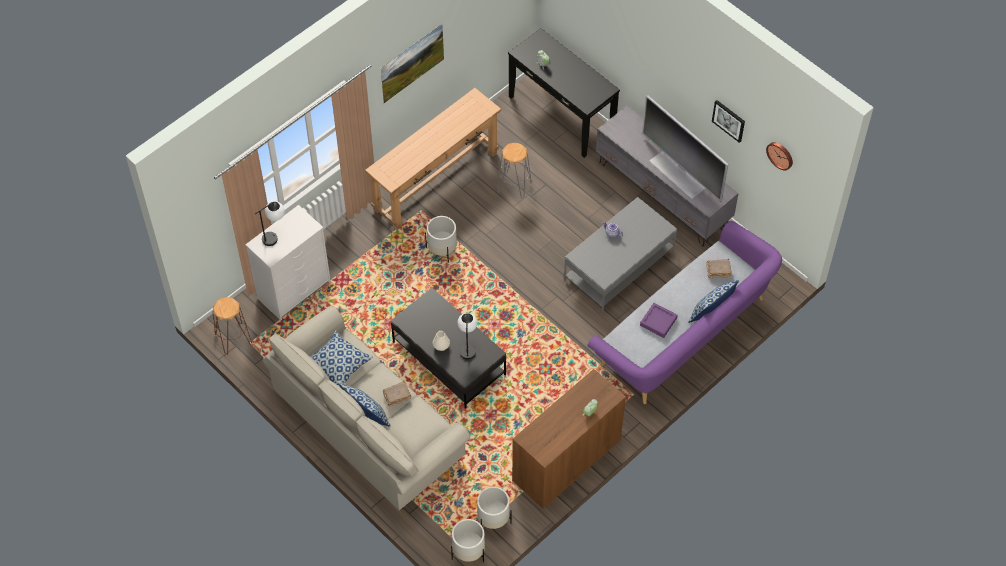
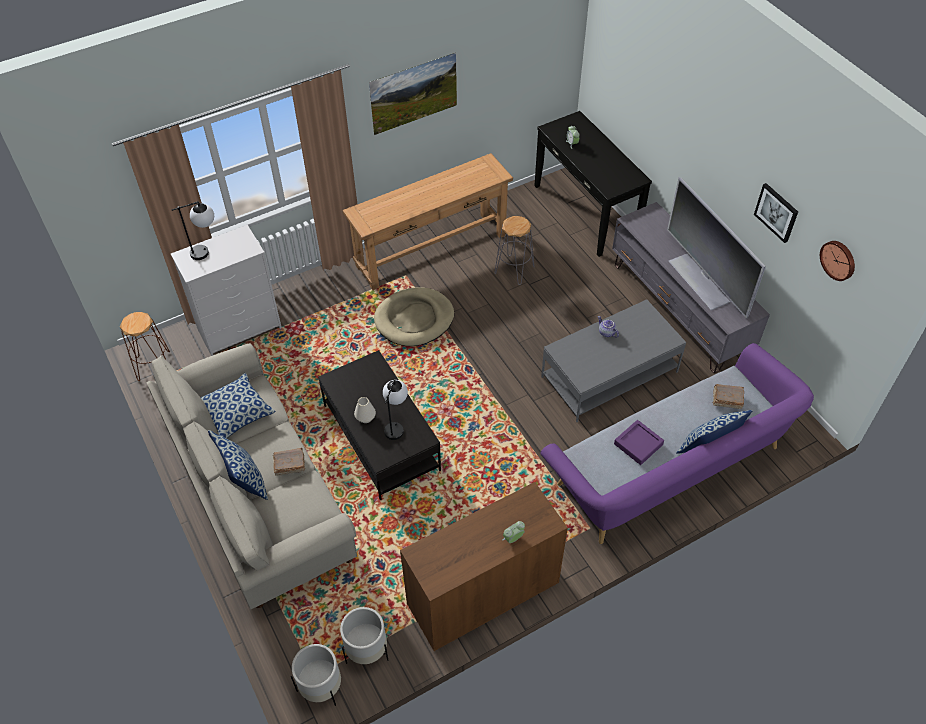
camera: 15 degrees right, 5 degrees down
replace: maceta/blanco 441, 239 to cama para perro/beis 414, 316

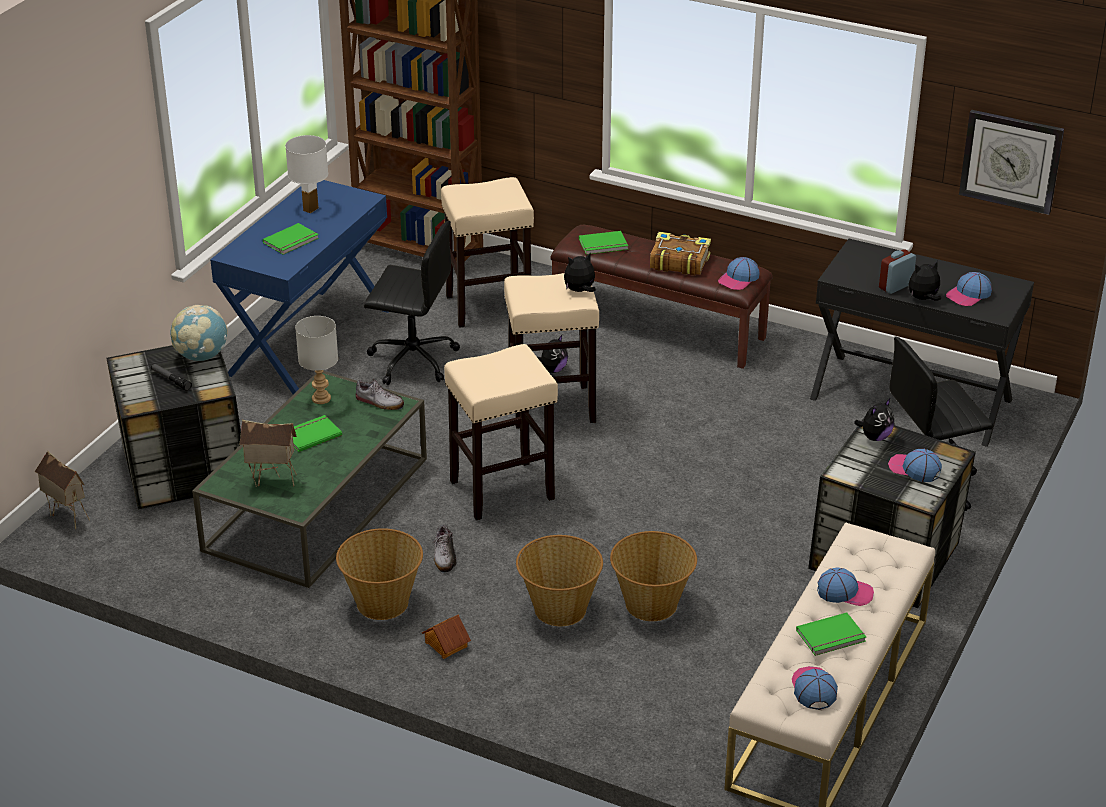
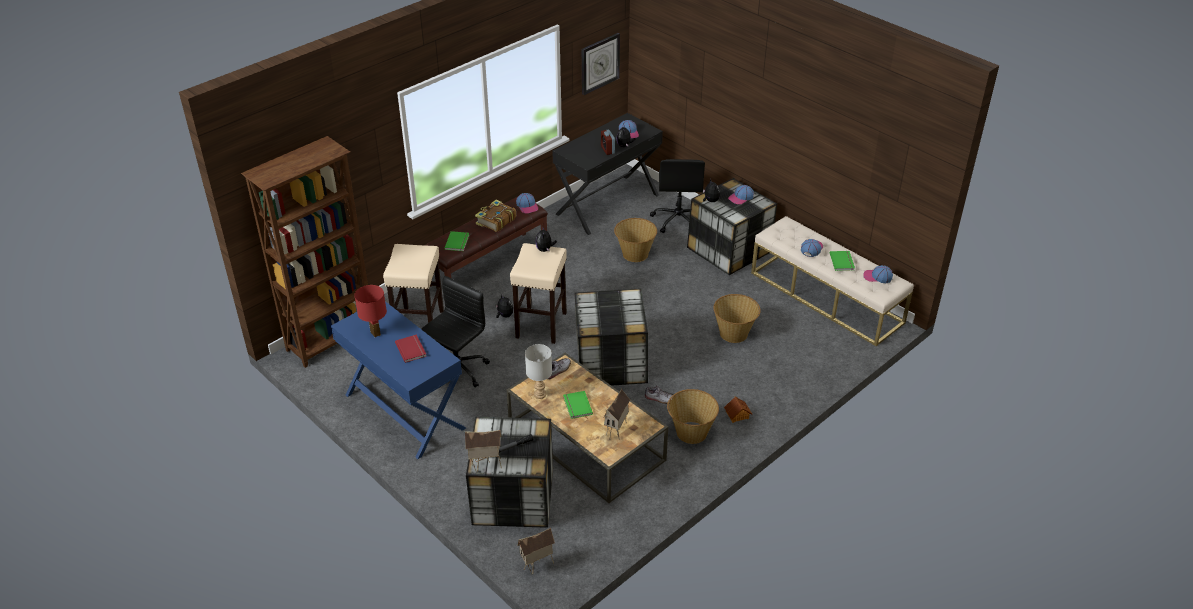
camera: 70 degrees left, 5 degrees up
delete: globo terráqueo 199, 333
insert: casita 483, 451
move: cesta 559, 580 to 635, 240
replace: taburete/beis 501, 432 to caja de almacenaje 611, 337
recolor: lámpara de mesa/blanco 306, 174 to lámpara de mesa/rojo 370, 311; libro/verde 291, 239 to libro/rojo 410, 349; mesa de centro/verde 309, 479 to mesa de centro/marrón 587, 428

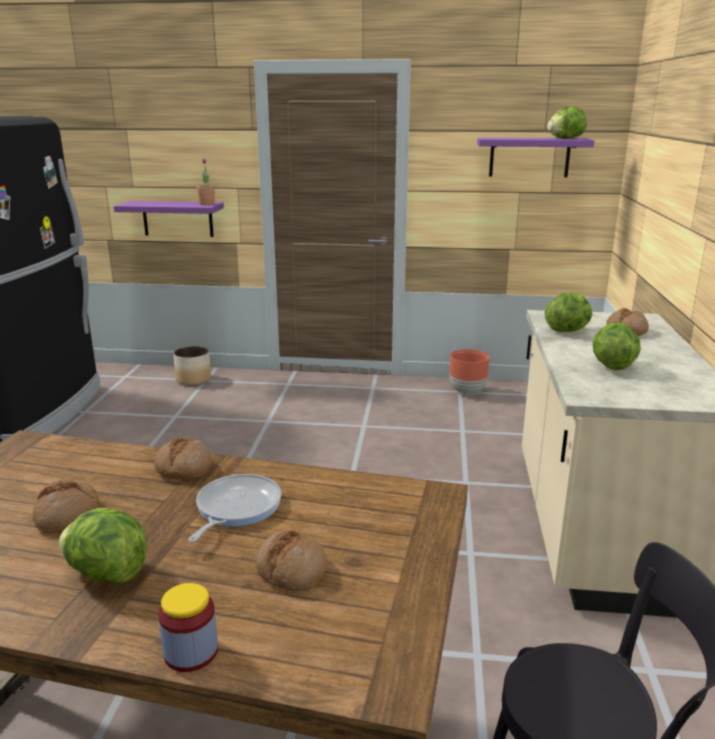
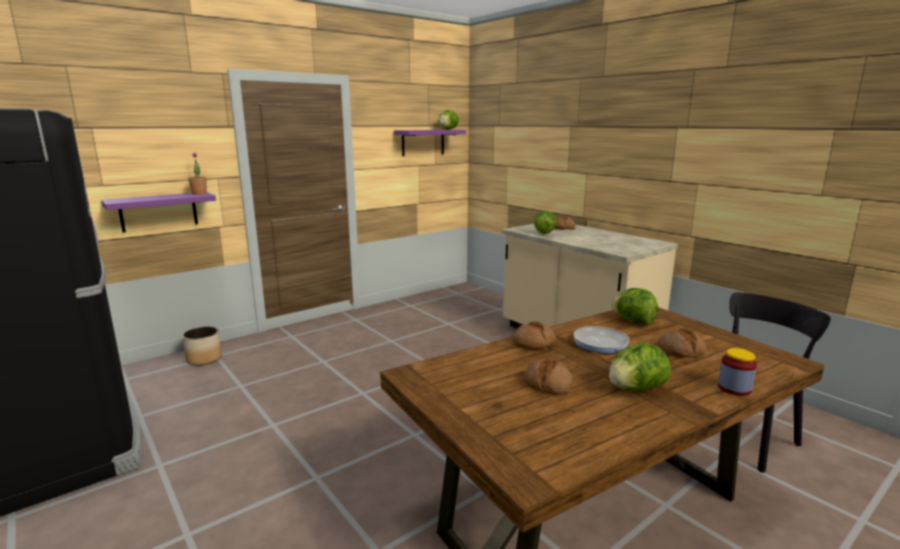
camera: 45 degrees left, 5 degrees down
delete: maceta/marrón 470, 372
move: lechuga 617, 346 to 634, 306

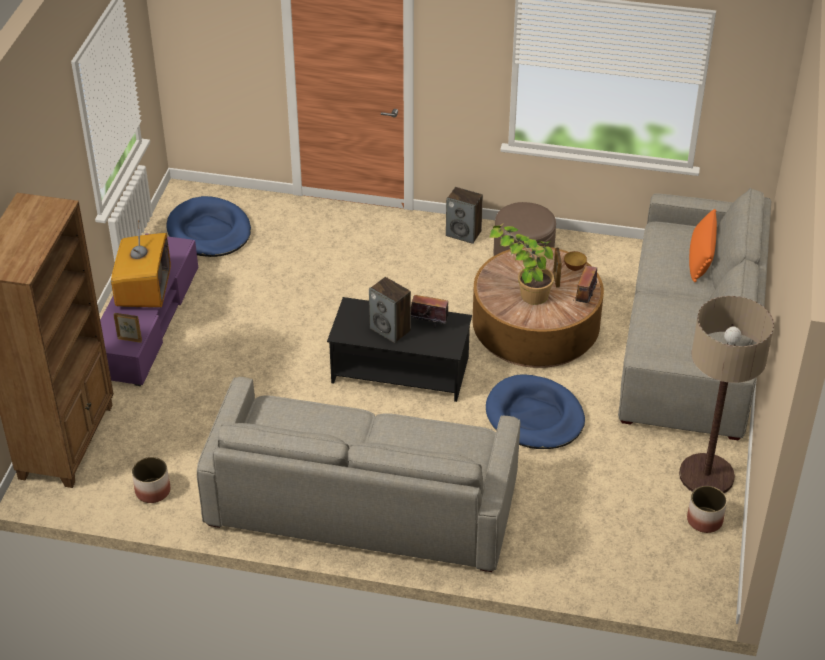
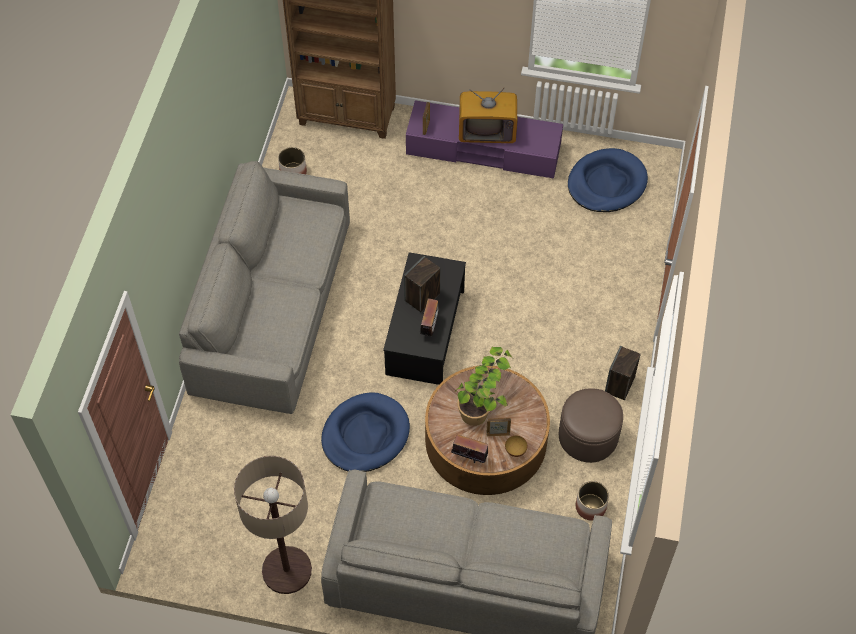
camera: 90 degrees right, 15 degrees up
delete: cojín/naranja 703, 245
move: maceta 707, 509 to 592, 500

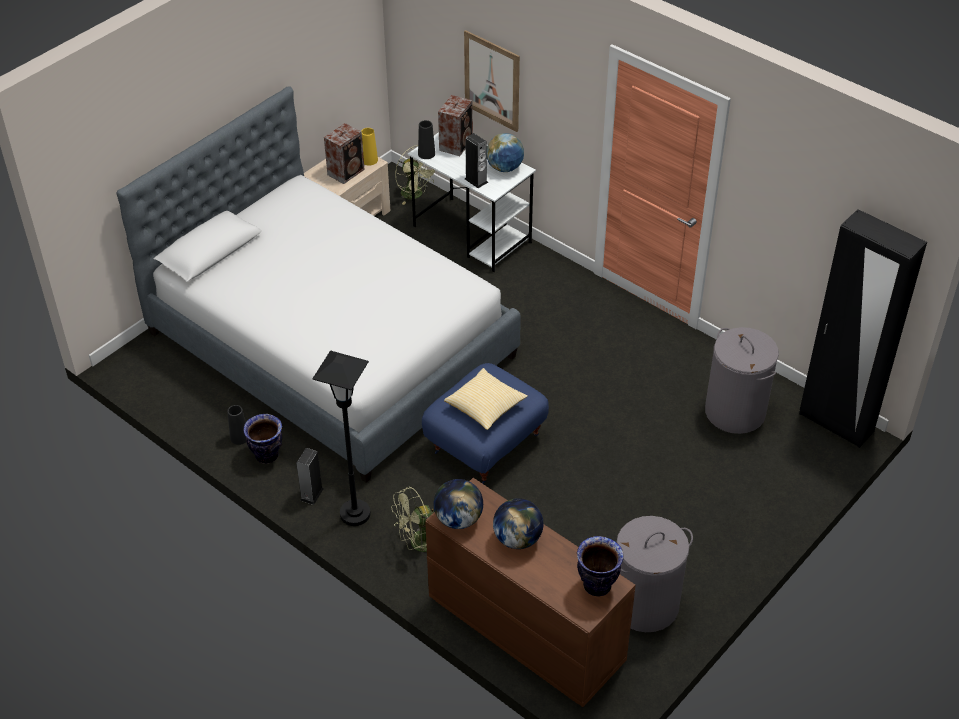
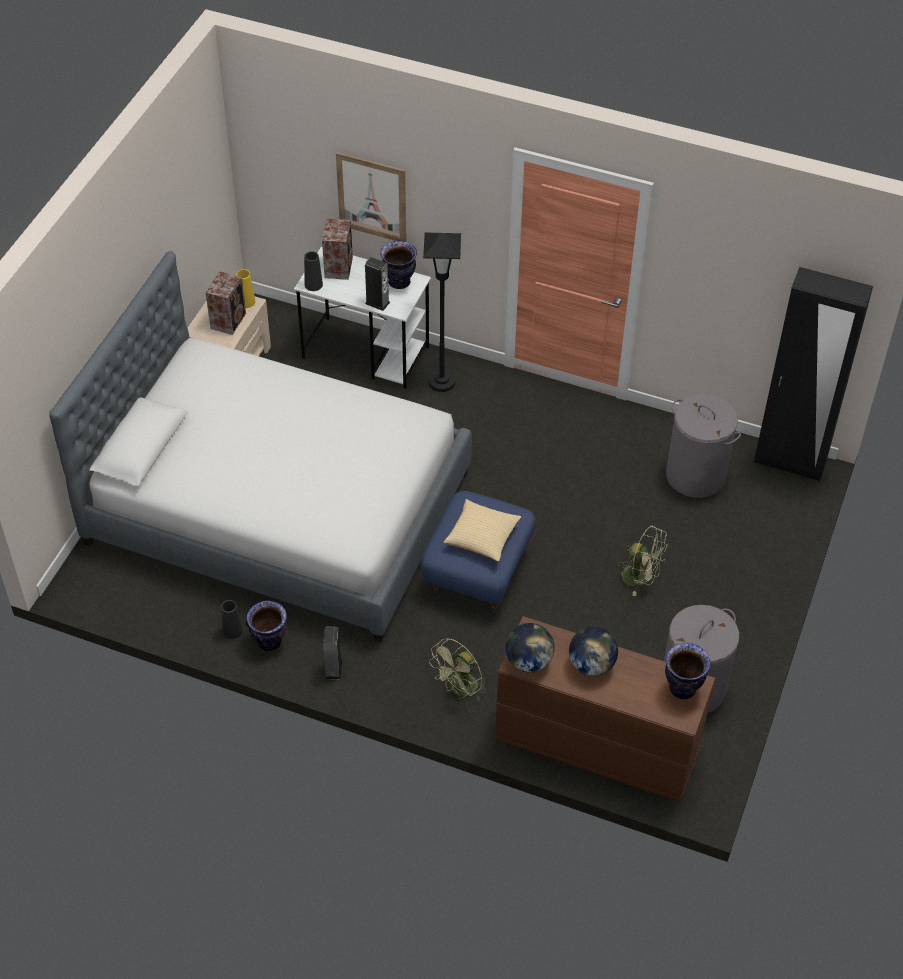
camera: 20 degrees left, 5 degrees up
move: lámpara de pie/negro 341, 438 to 442, 312; ventilador/verde 415, 175 to 643, 560
replace: globo terráqueo 505, 152 to florero 398, 265

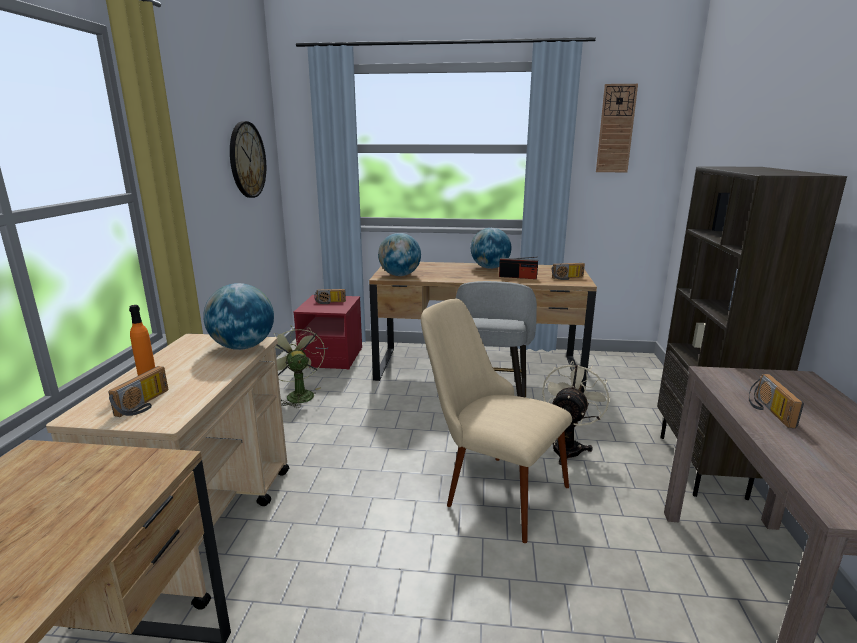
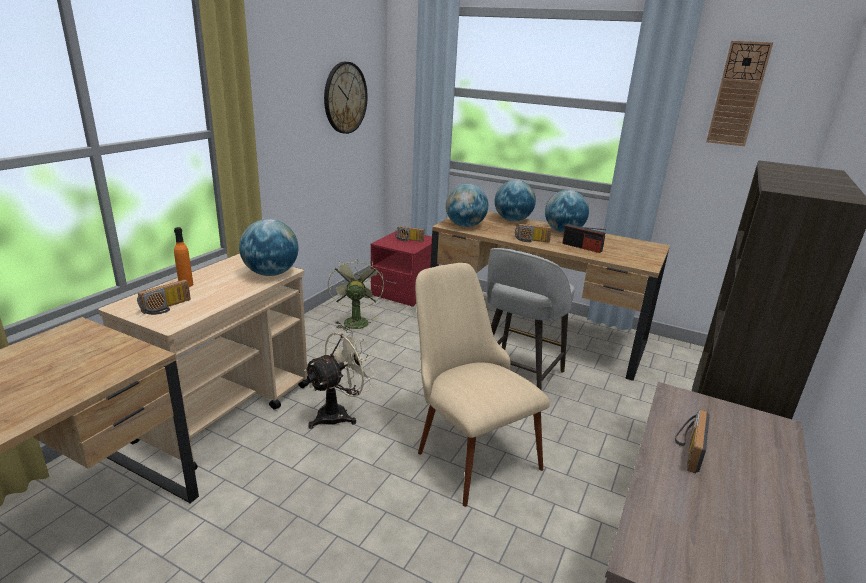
camera: 20 degrees right, 5 degrees up
insert: globo terráqueo 515, 200
move: ventilador/beis 576, 412 to 340, 379; radio 568, 271 to 533, 233

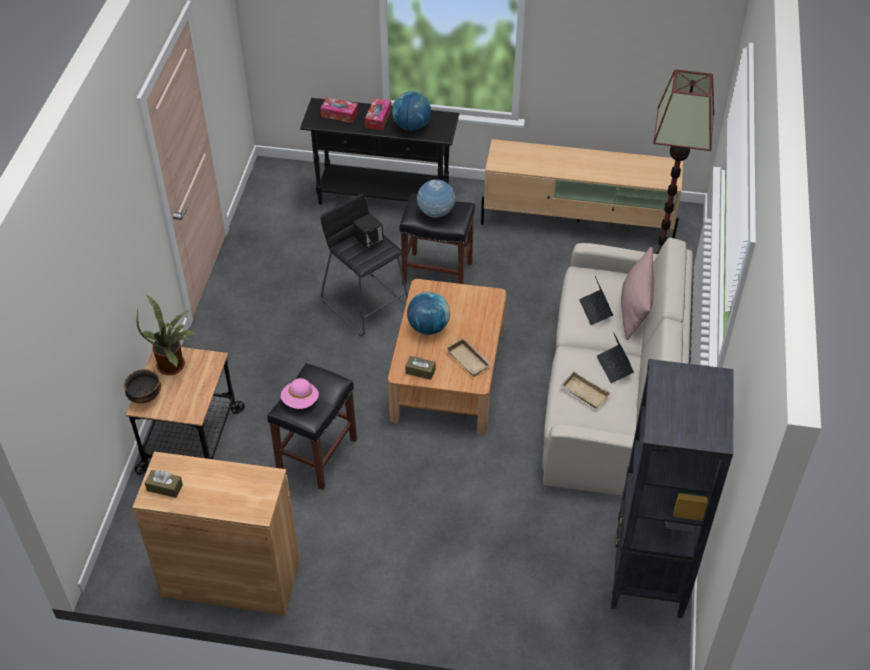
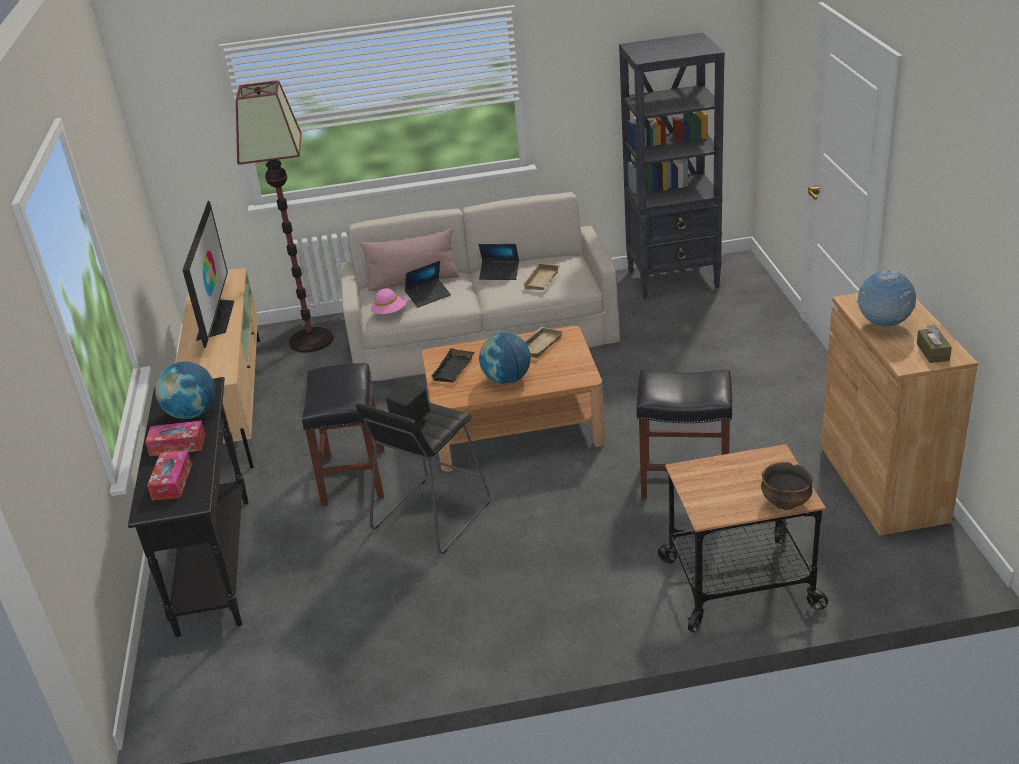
camera: 105 degrees left, 15 degrees down
delete: planta en maceta 166, 335; caja de pañuelos/marrón 420, 368
insert: televisor 208, 274; bandeja/negro 452, 365
move: sombrero/rosa 300, 393 to 388, 301; globo terráqueo 436, 198 to 886, 298
rotate: portátil 615, 357 = 499, 262 45 degrees clockwise

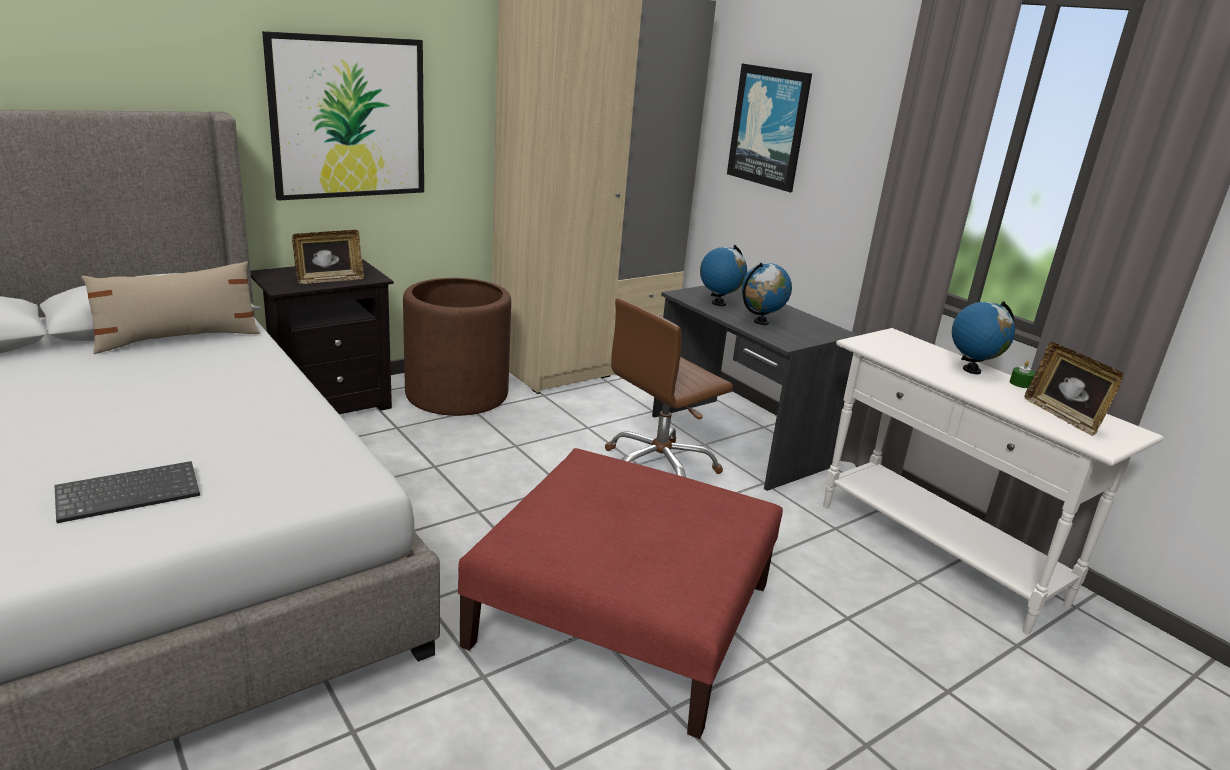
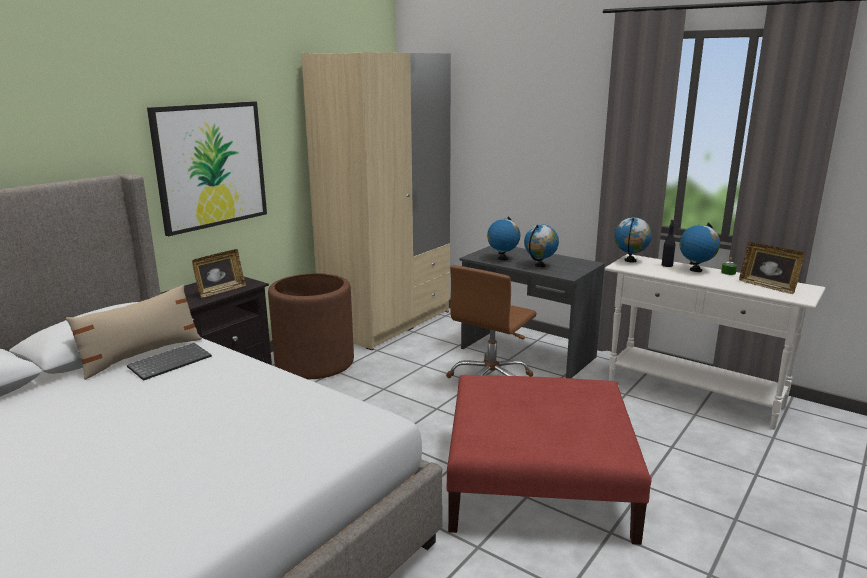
camera: 15 degrees left, 5 degrees down
delete: cuadro 769, 127
insert: globo terráqueo 633, 239; botella/negro 668, 243
move: teclado 127, 492 to 169, 362

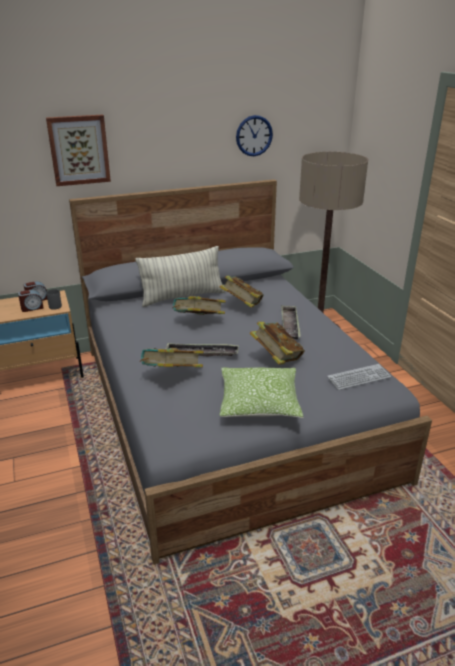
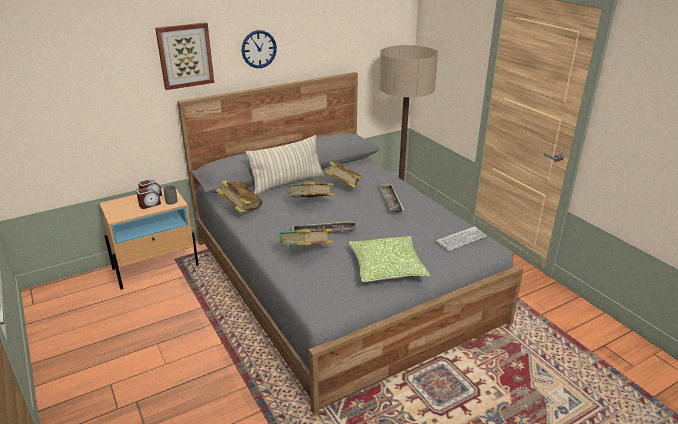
camera: 10 degrees left, 0 degrees up
move: libro 277, 343 to 239, 196; reloj de pared 254, 135 to 259, 49

